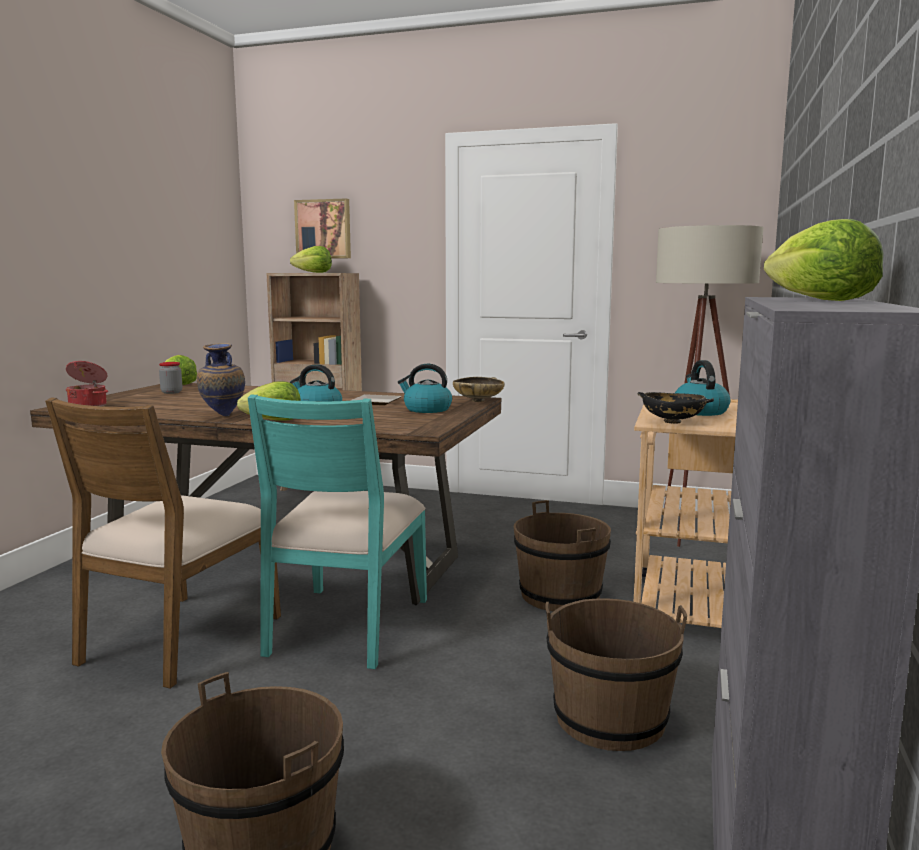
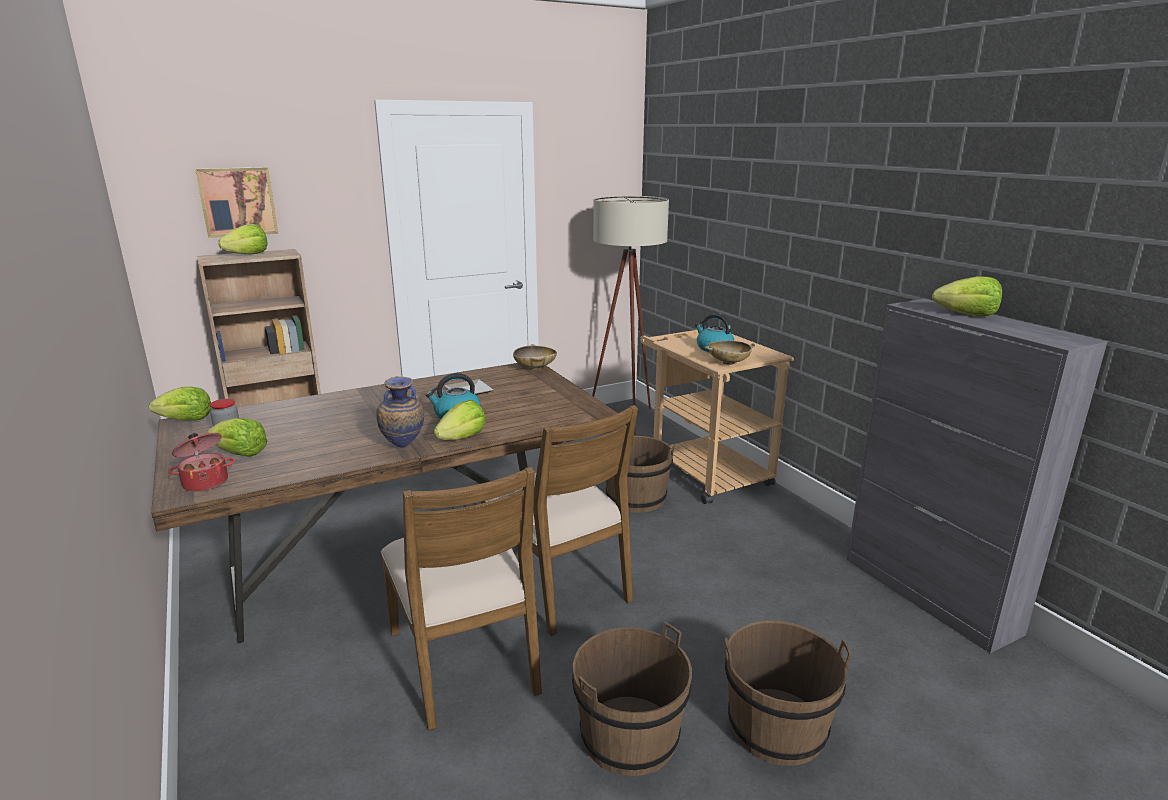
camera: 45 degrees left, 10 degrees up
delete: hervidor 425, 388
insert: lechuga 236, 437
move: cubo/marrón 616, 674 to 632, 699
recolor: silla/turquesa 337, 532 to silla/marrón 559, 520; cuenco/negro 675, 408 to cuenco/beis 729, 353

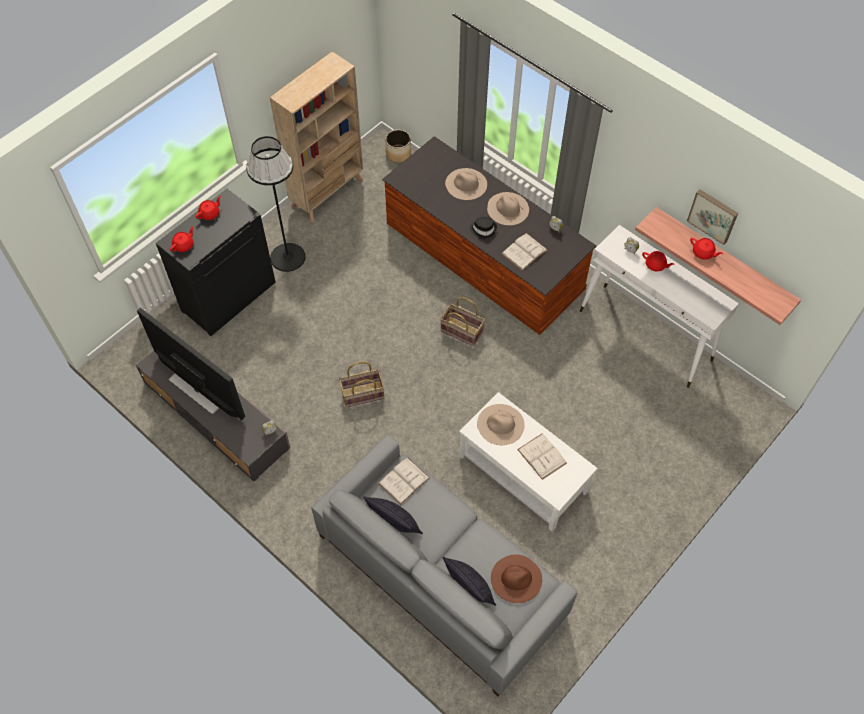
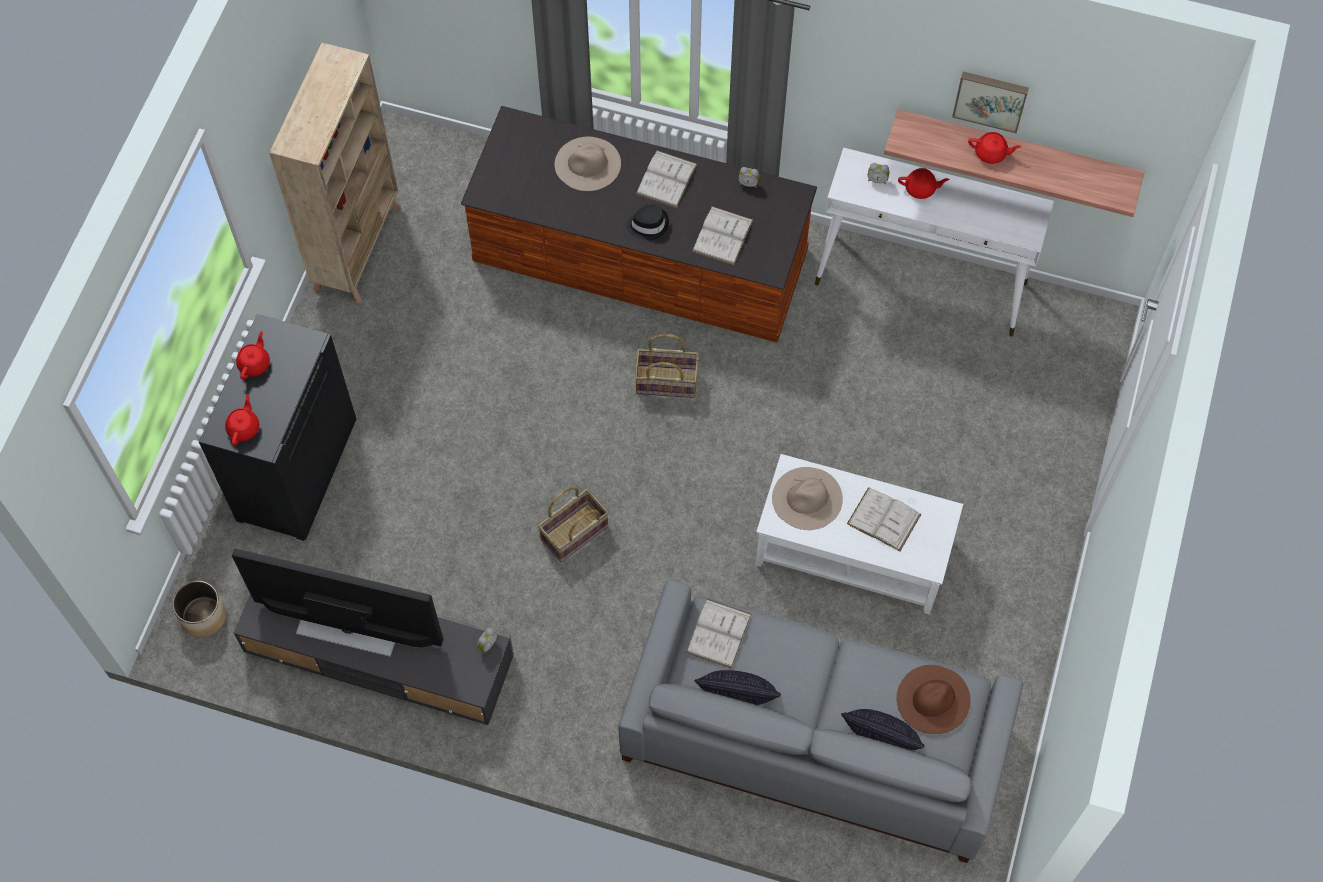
camera: 25 degrees left, 5 degrees up
delete: lámpara de pie/negro 276, 204
move: maceta 398, 146 to 199, 609
replace: sombrero/beis 508, 209 to libro/blanco 666, 179

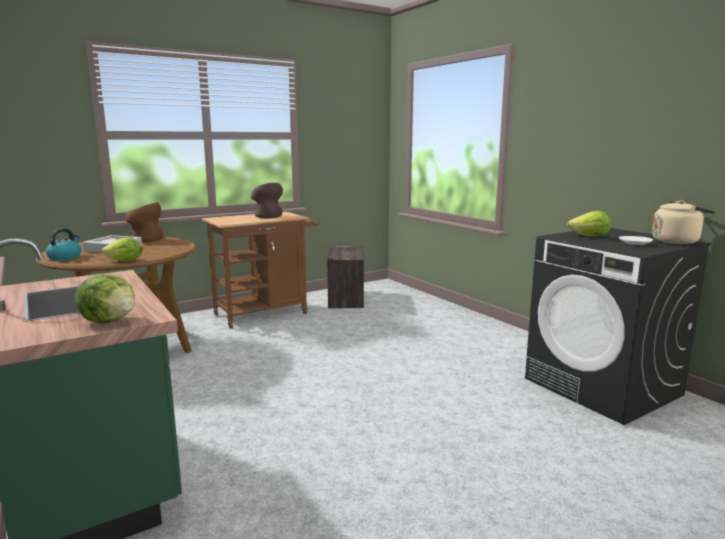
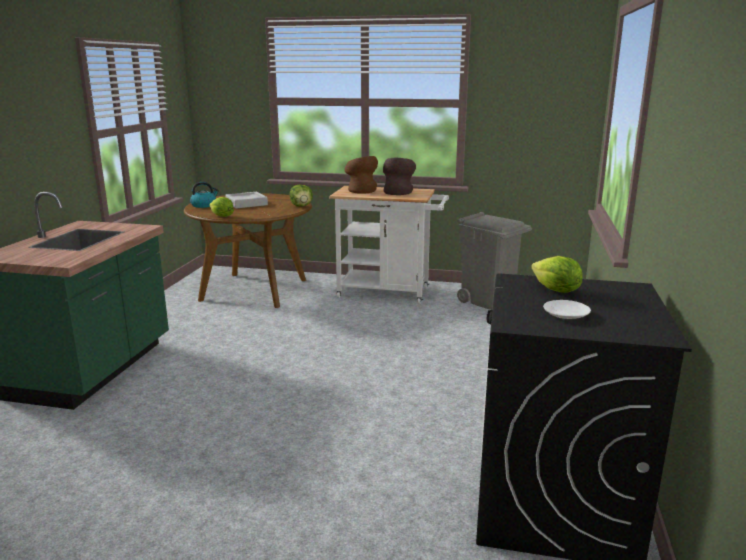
camera: 45 degrees right, 5 degrees up
delete: hervidor/beis 683, 222
move: lechuga 105, 299 to 301, 196; florero/marrón 144, 222 to 361, 175
replace: caja de embalaje 345, 277 to papelera/gris 494, 261
recolor: carrito/marrón 261, 270 to carrito/blanco 389, 245

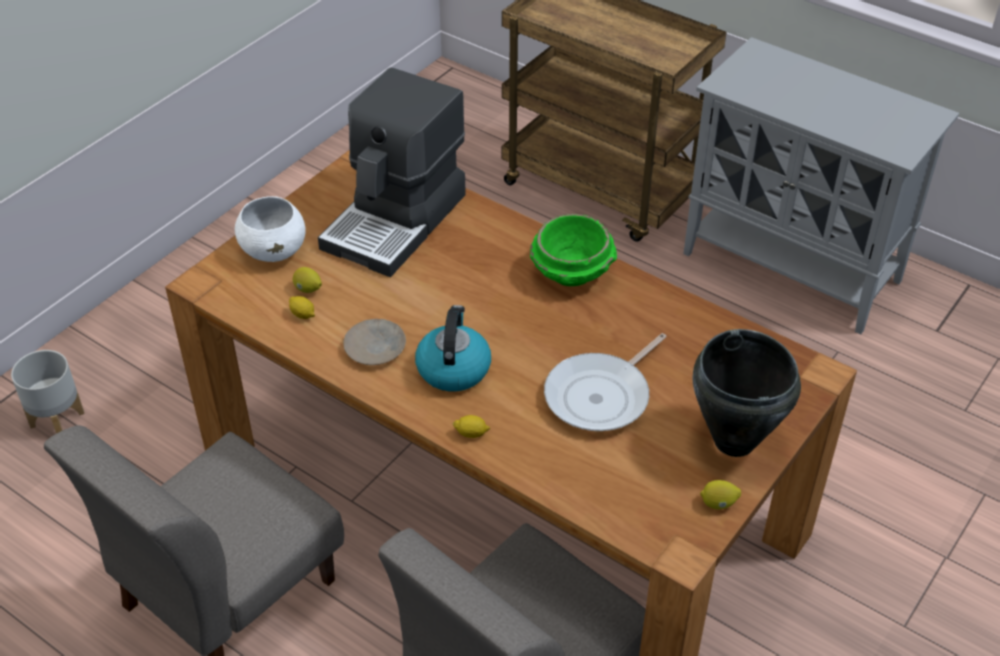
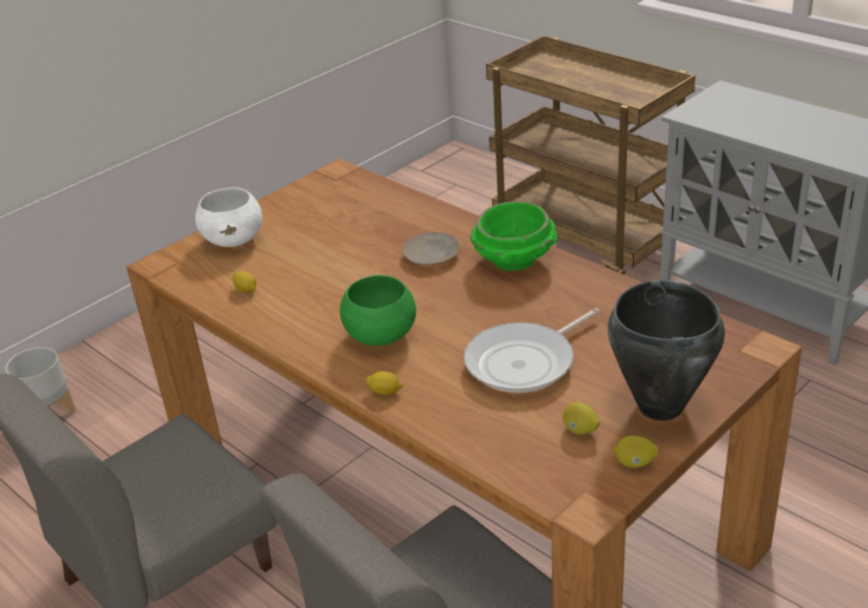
camera: 10 degrees right, 10 degrees down
delete: cafetera 392, 172
move: plato/beis 374, 342 to 431, 248; limón 307, 280 to 581, 418
replace: hervidor 453, 348 to cuenco/verde 378, 310

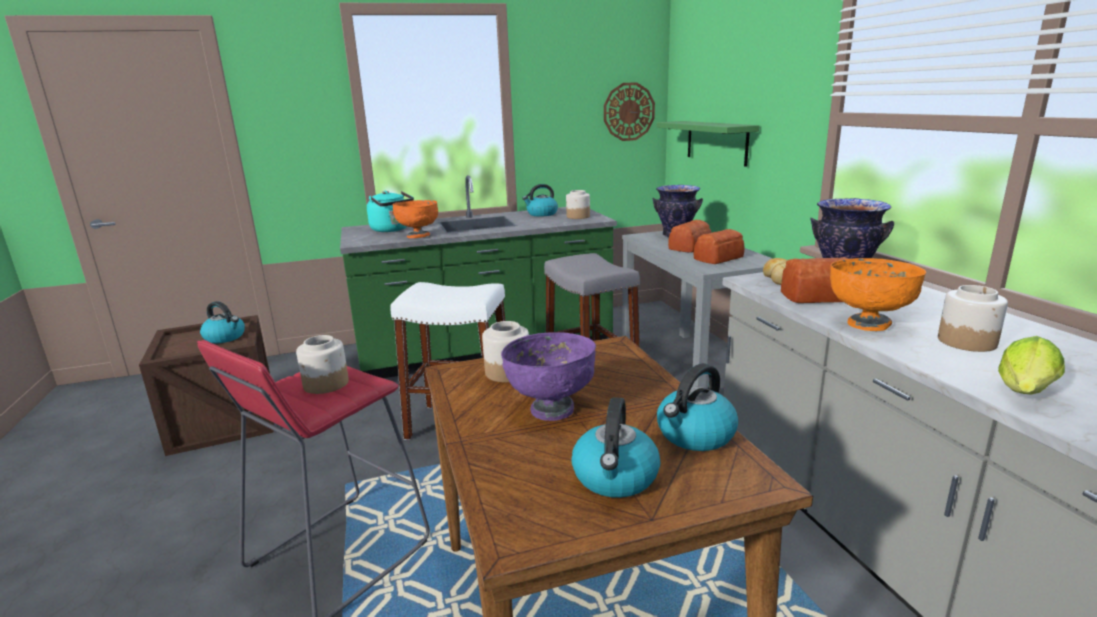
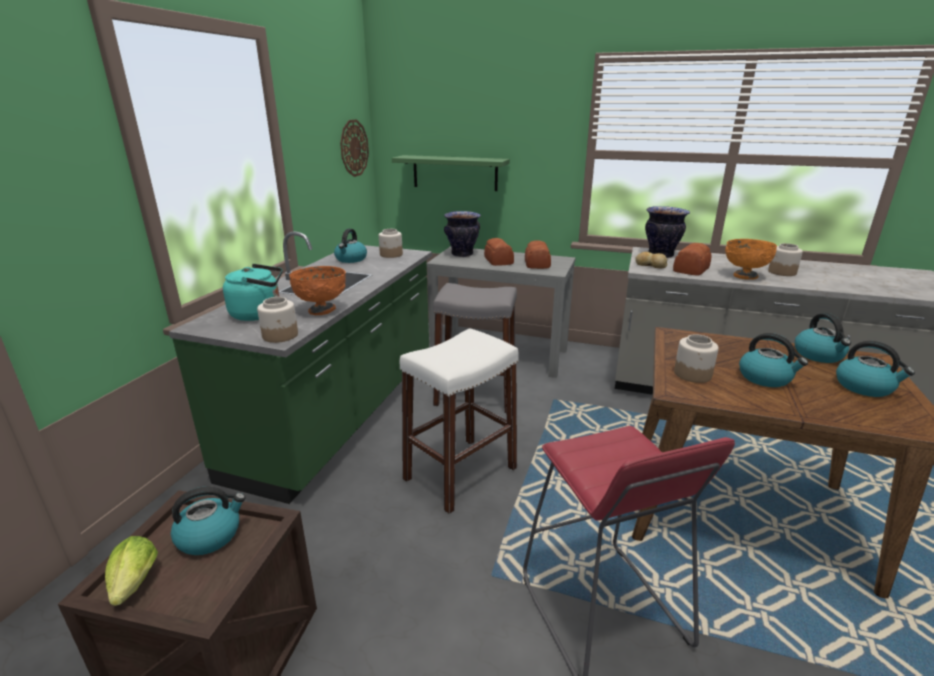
camera: 55 degrees left, 5 degrees up
move: lechuga 1031, 365 to 131, 571; tarro 322, 364 to 277, 320
replace: cuenco/morado 548, 376 to hervidor 773, 360

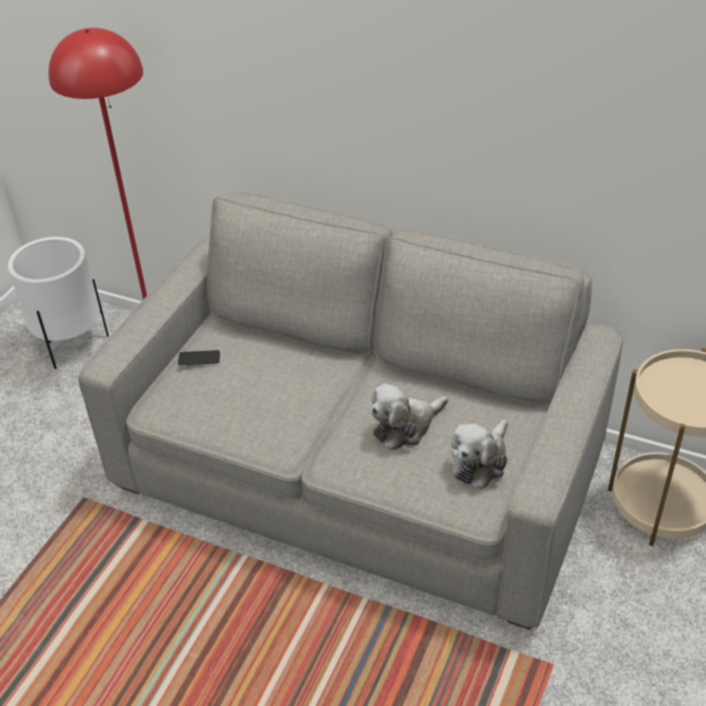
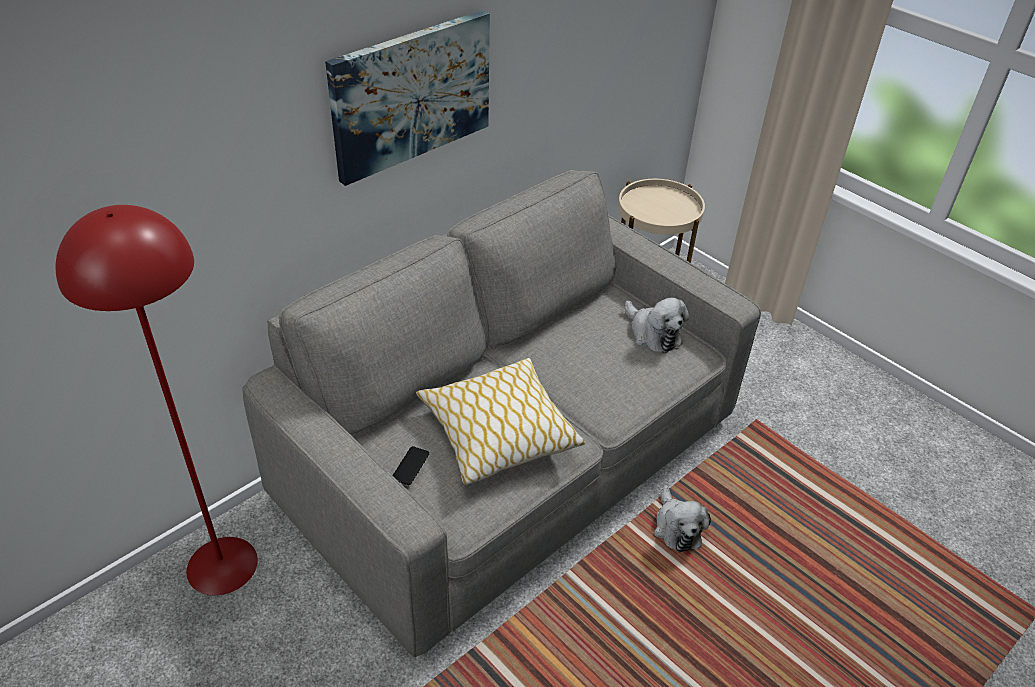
camera: 70 degrees left, 0 degrees up
delete: maceta/blanco 58, 303
insert: cuadro 407, 98; cojín 501, 421
move: peluche 409, 417 to 682, 518

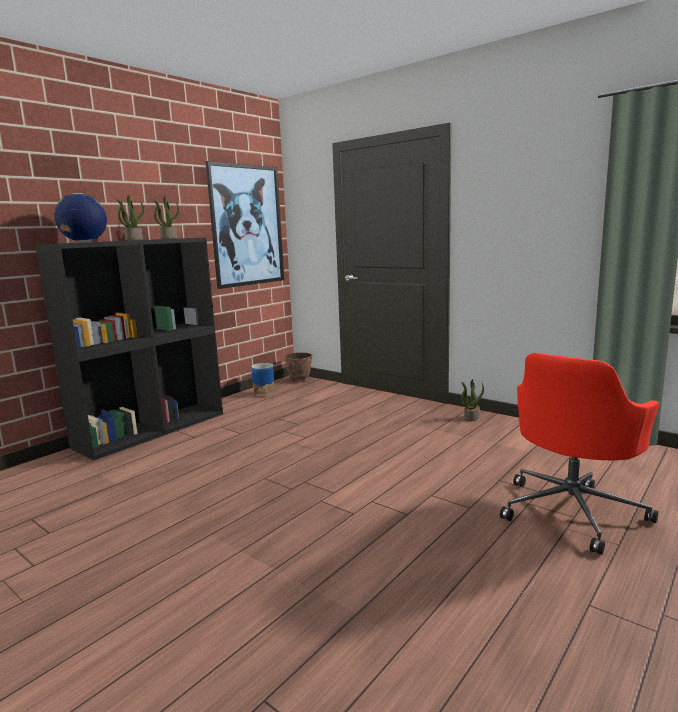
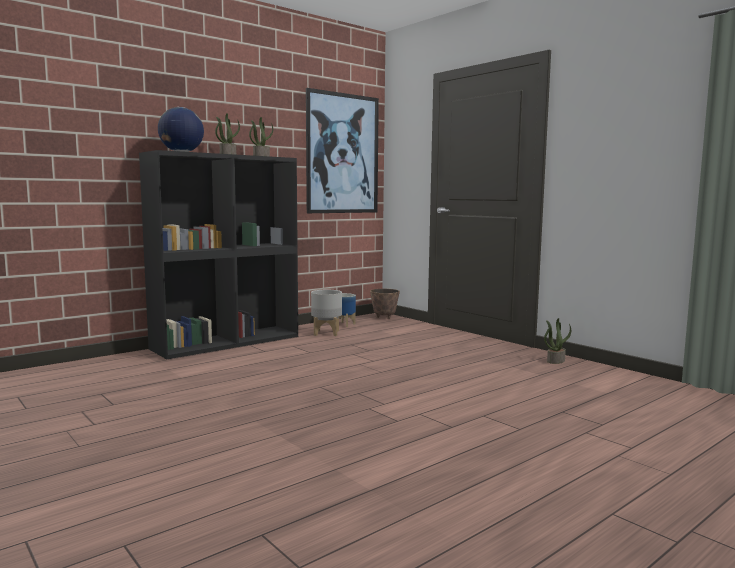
camera: 10 degrees right, 5 degrees down
delete: silla de oficina/rojo 580, 454
insert: maceta/gris 326, 313

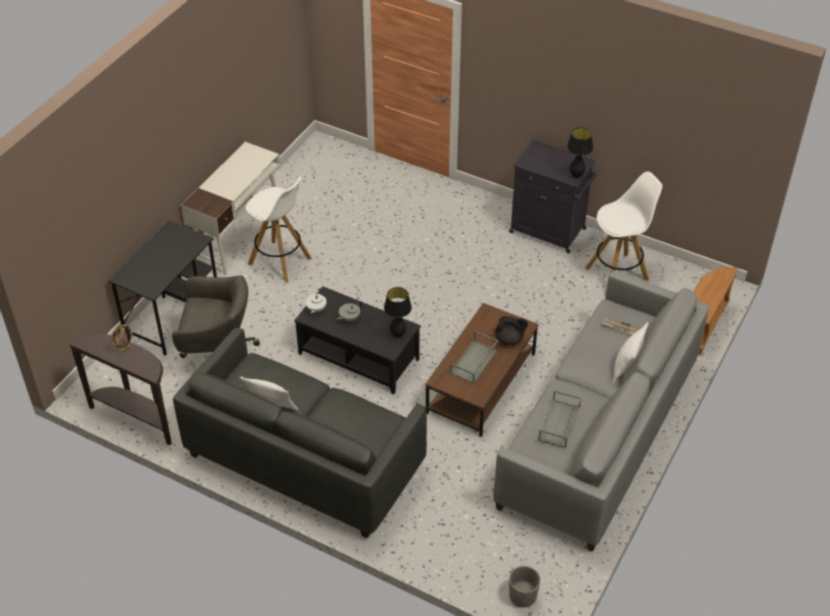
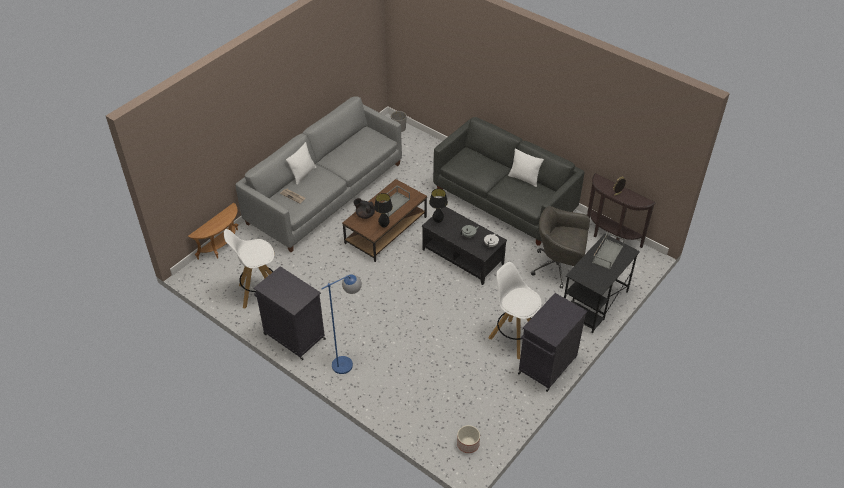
camera: 170 degrees left, 0 degrees up
insert: lámpara de pie/azul 341, 324; maceta 468, 439
move: lámpara de mesa/negro 580, 152 to 383, 210; bandeja/gris 559, 419 to 608, 251
replace: escritorio/blanco 230, 208 to armario/negro 553, 342

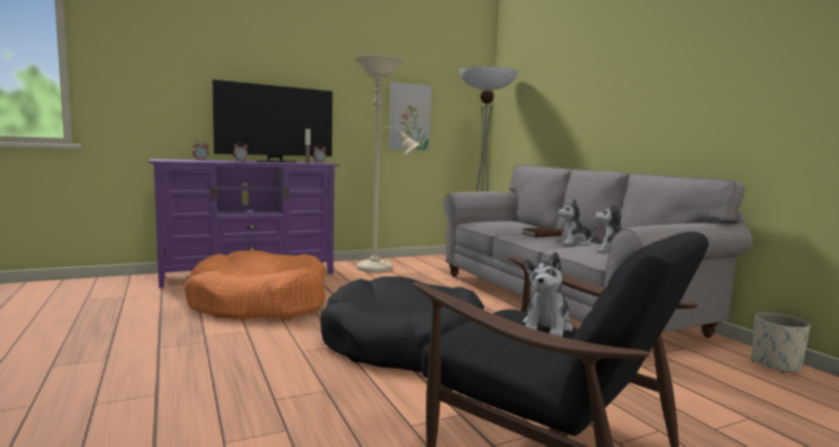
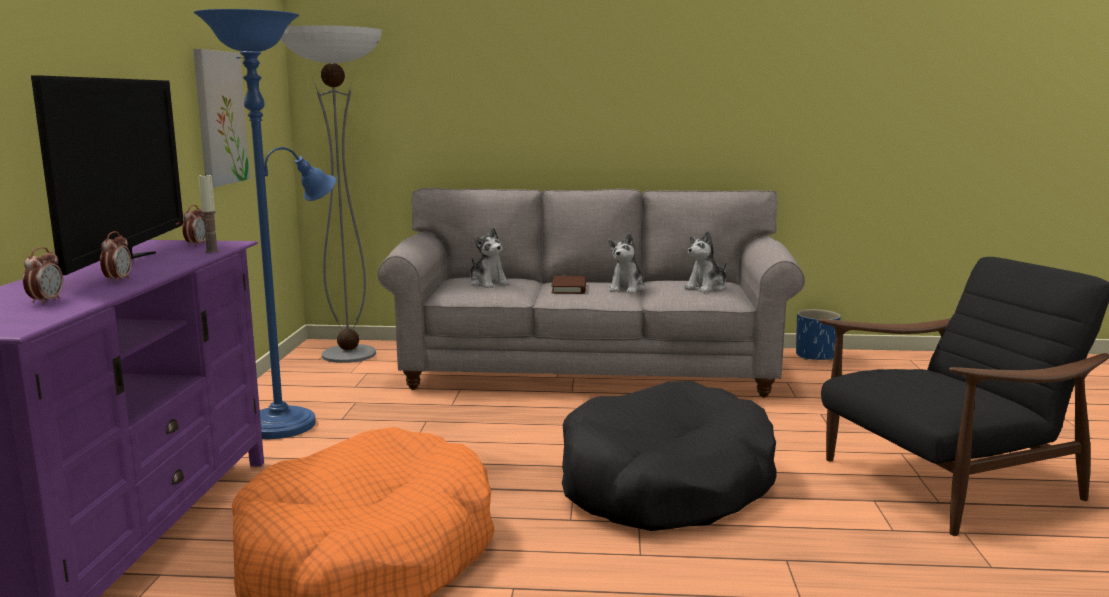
camera: 60 degrees left, 5 degrees up
move: peluche 547, 294 to 490, 258
recolor: lámpara de pie/beis 387, 164 to lámpara de pie/azul 265, 224; maceta/beis 781, 343 to maceta/azul 818, 335

